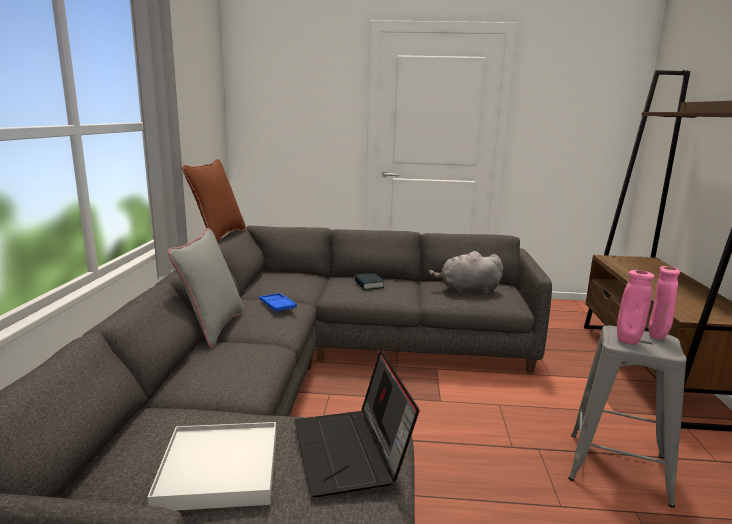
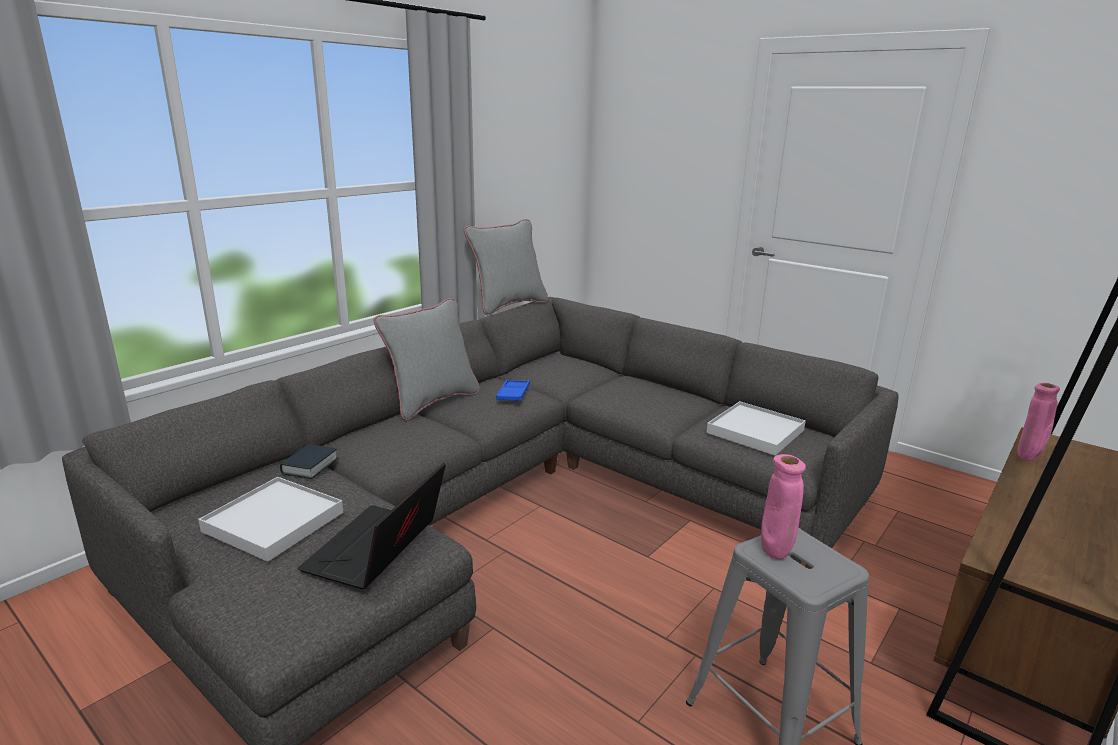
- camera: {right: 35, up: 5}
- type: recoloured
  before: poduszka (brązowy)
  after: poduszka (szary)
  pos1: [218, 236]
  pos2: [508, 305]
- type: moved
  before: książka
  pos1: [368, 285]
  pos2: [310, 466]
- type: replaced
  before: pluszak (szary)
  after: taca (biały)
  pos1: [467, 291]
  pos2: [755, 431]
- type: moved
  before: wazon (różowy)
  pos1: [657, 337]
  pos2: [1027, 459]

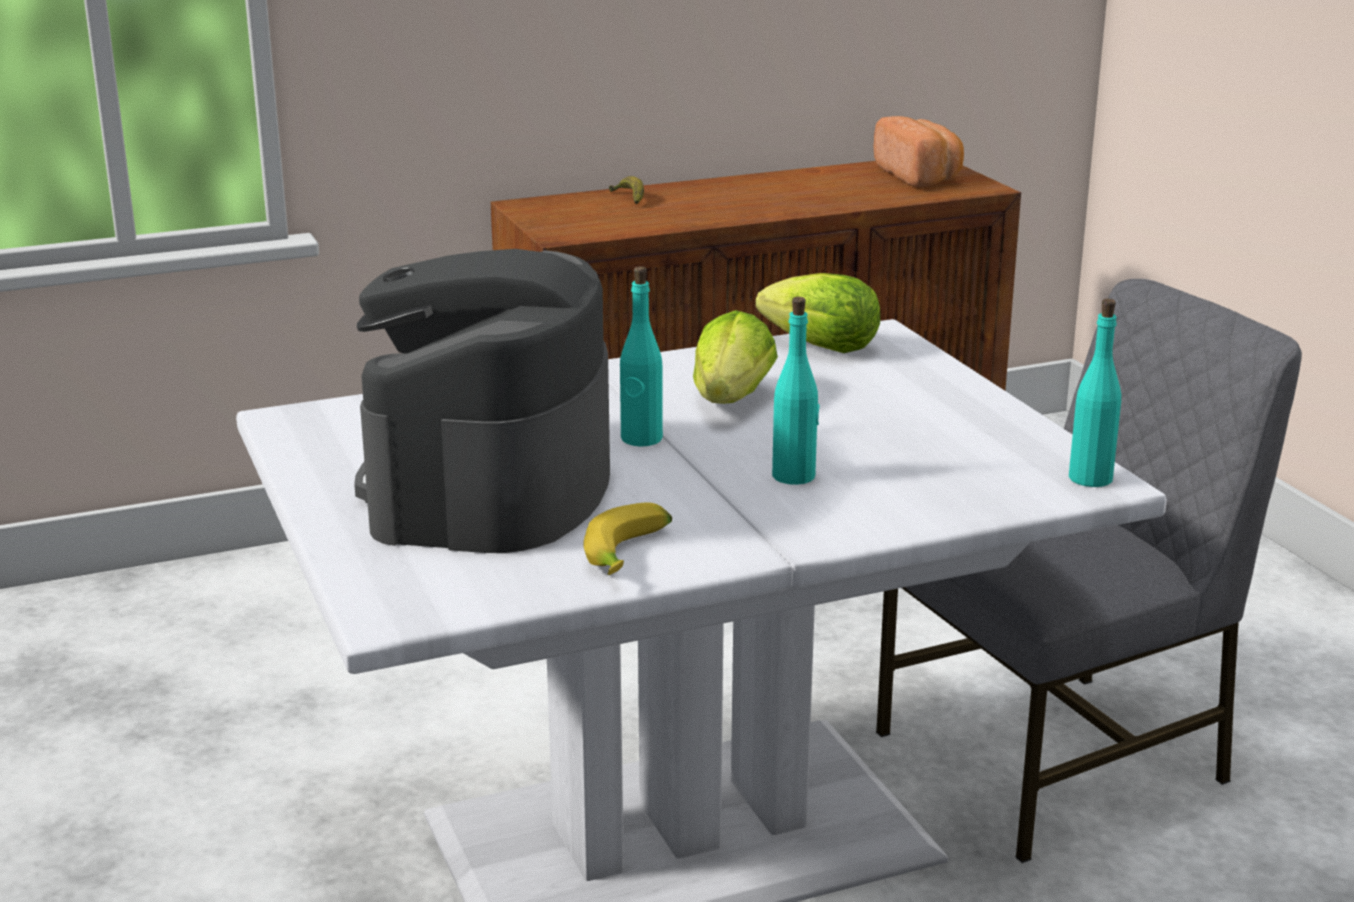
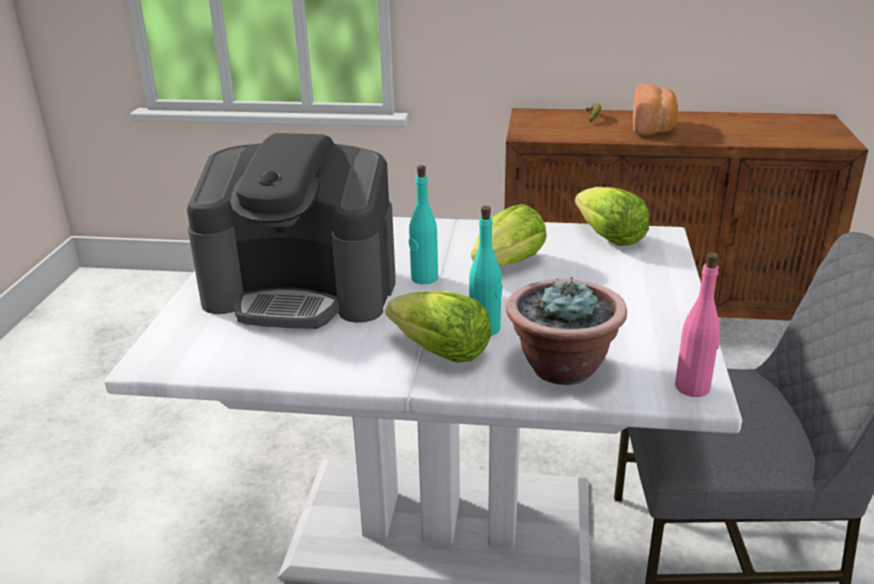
- camera: {right: 30, up: 5}
- type: turned
  before: ekspres do kawy
  pos1: [489, 487]
  pos2: [303, 290]
  turn: -120
- type: removed
  before: banan
  pos1: [631, 556]
- type: moved
  before: chleb
  pos1: [920, 176]
  pos2: [653, 127]
- type: recoloured
  before: butelka (turkusowy)
  after: butelka (różowy)
  pos1: [1091, 478]
  pos2: [693, 387]
- type: added
  after: sałata
  pos2: [441, 353]
- type: added
  after: roślina doniczkowa
  pos2: [561, 367]

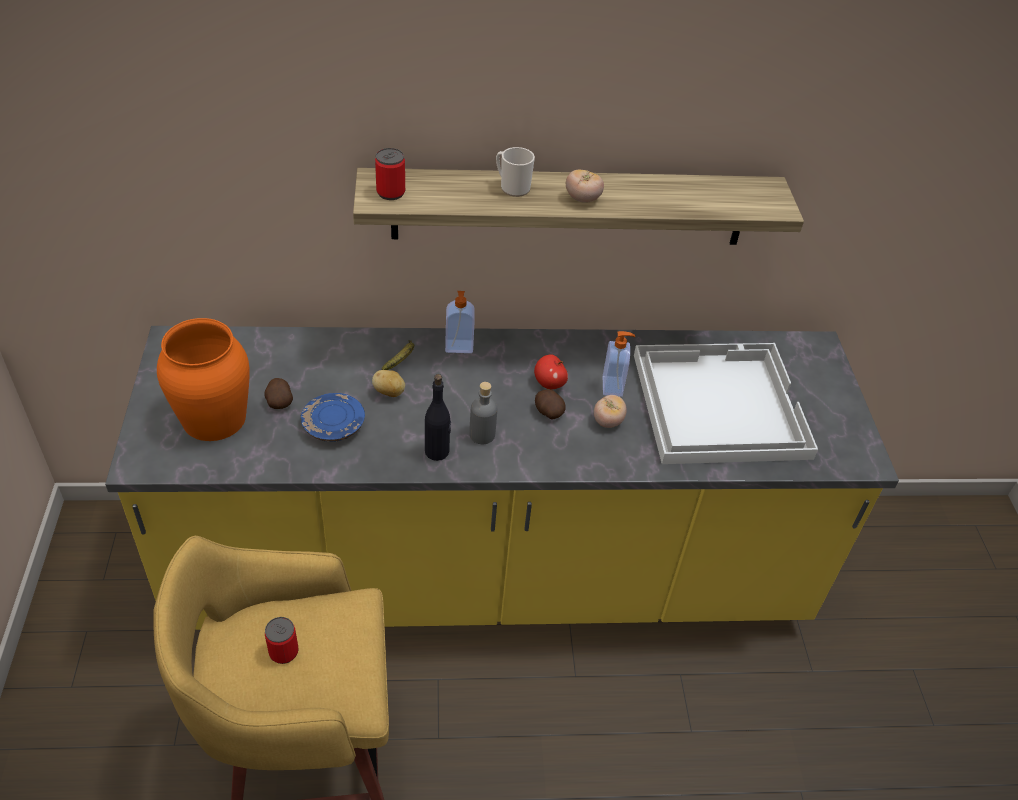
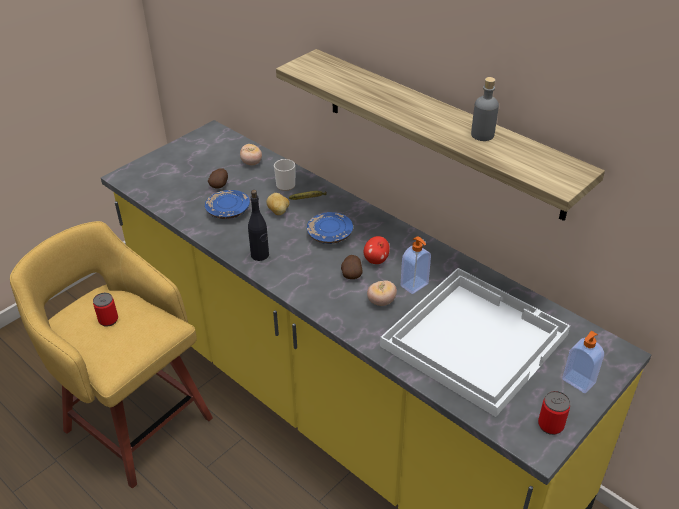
- camera: {right: 50, up: -5}
- type: removed
  before: wazon (pomarańczowy)
  pos1: [213, 418]
- type: moved
  before: puszka
  pos1: [390, 193]
  pos2: [550, 425]
- type: moved
  before: dozownik mydła
  pos1: [459, 347]
  pos2: [577, 382]
- type: moved
  before: butelka (szary)
  pos1: [482, 435]
  pos2: [482, 135]
- type: moved
  before: kubek
  pos1: [512, 187]
  pos2: [285, 184]
- type: moved
  before: pomidor
  pos1: [582, 199]
  pos2: [251, 163]
- type: added
  after: talerz (niebieski)
  pos2: [329, 235]

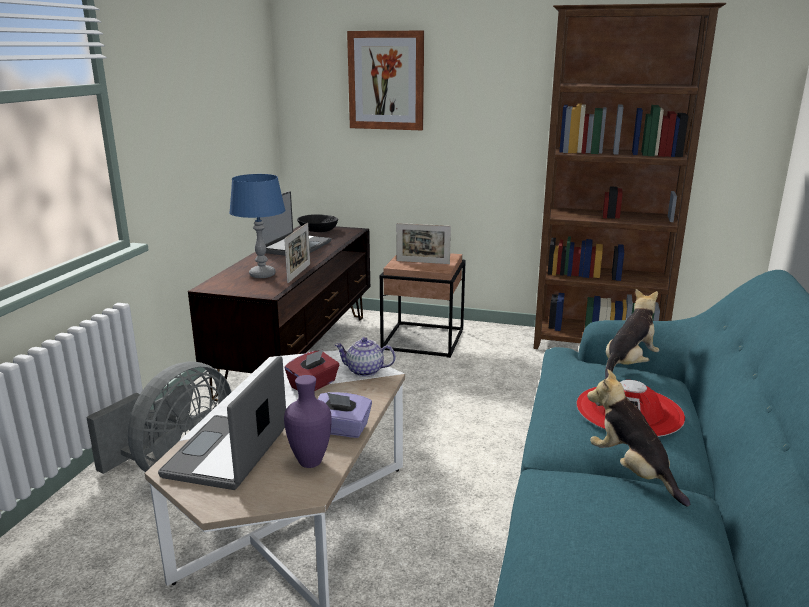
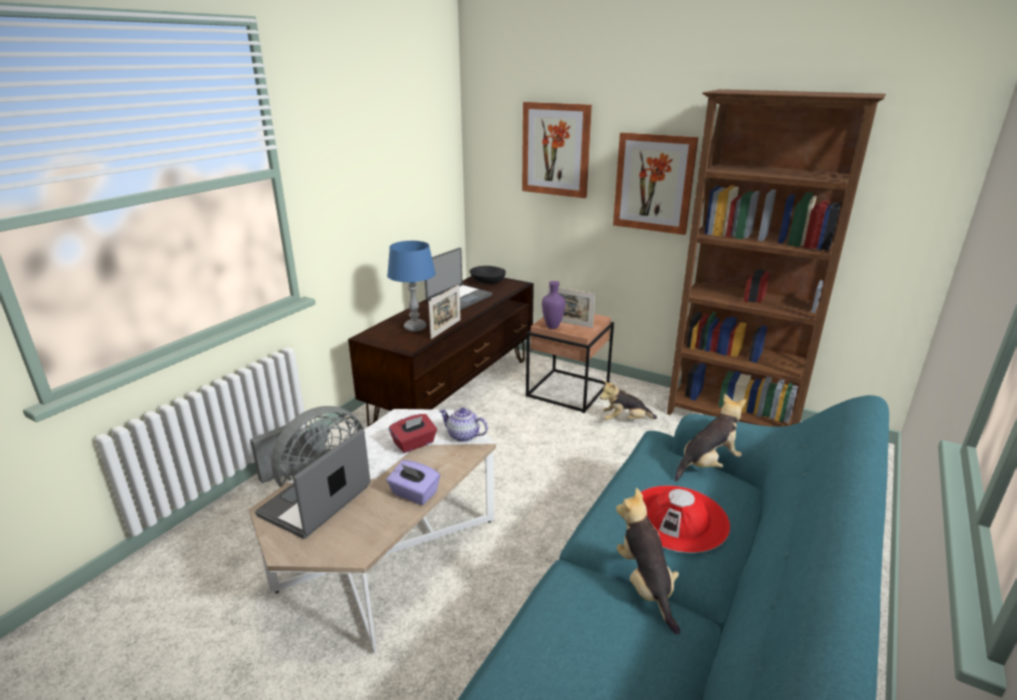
- camera: {right: 15, up: 5}
- type: moved
  before: wazon (fioletowy)
  pos1: [311, 462]
  pos2: [553, 327]
- type: added
  after: pluszak
  pos2: [625, 420]
- type: added
  after: obraz
  pos2: [654, 183]

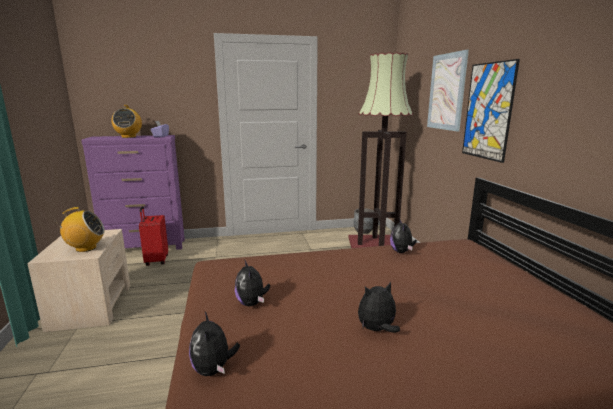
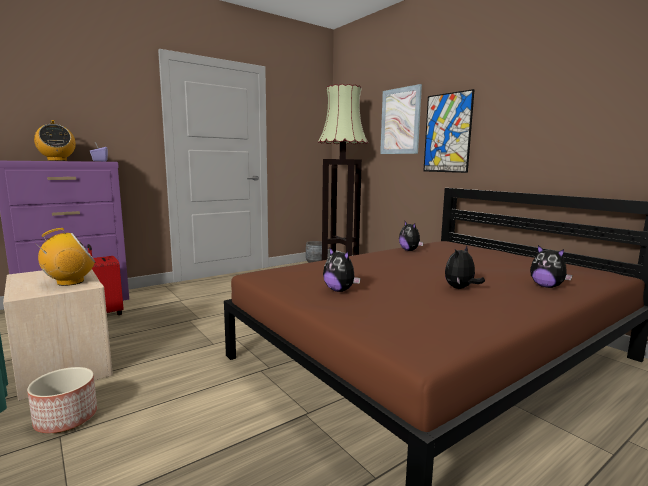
- camera: {right: -25, up: -5}
- type: moved
  before: pluszak
  pos1: [213, 369]
  pos2: [547, 286]
- type: added
  after: donica
  pos2: [67, 418]

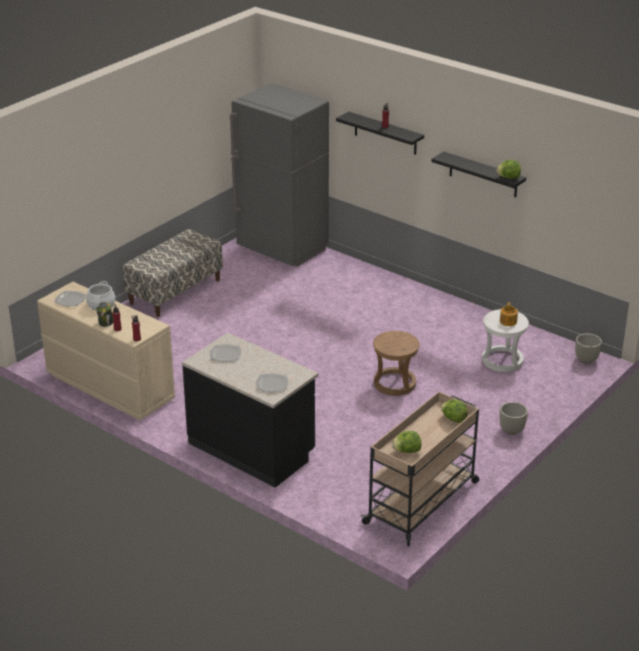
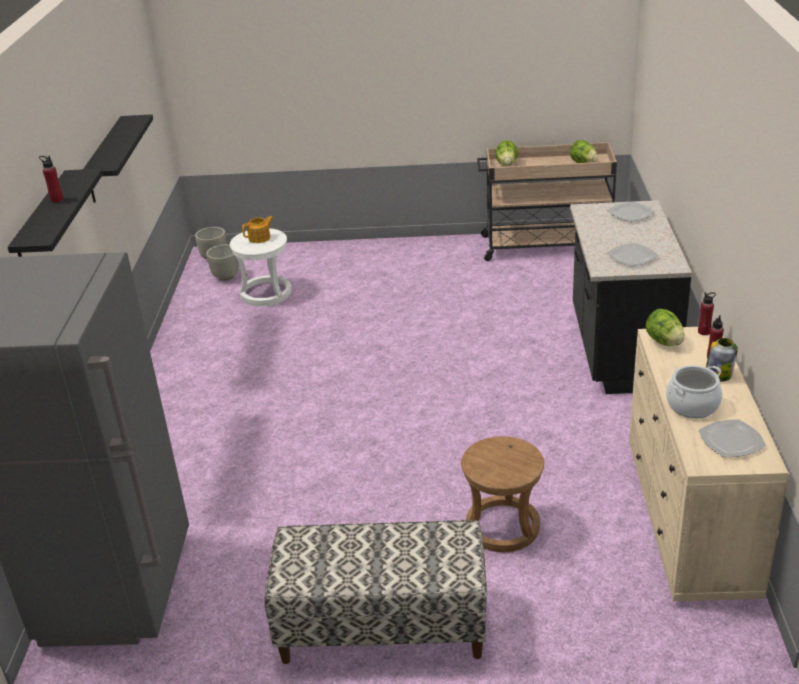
- camera: {right: -125, up: 0}
- type: moved
  before: stołek (brązowy)
  pos1: [394, 383]
  pos2: [503, 527]
- type: moved
  before: sałata
  pos1: [508, 178]
  pos2: [664, 342]
- type: moved
  before: donica (szary)
  pos1: [511, 430]
  pos2: [225, 277]

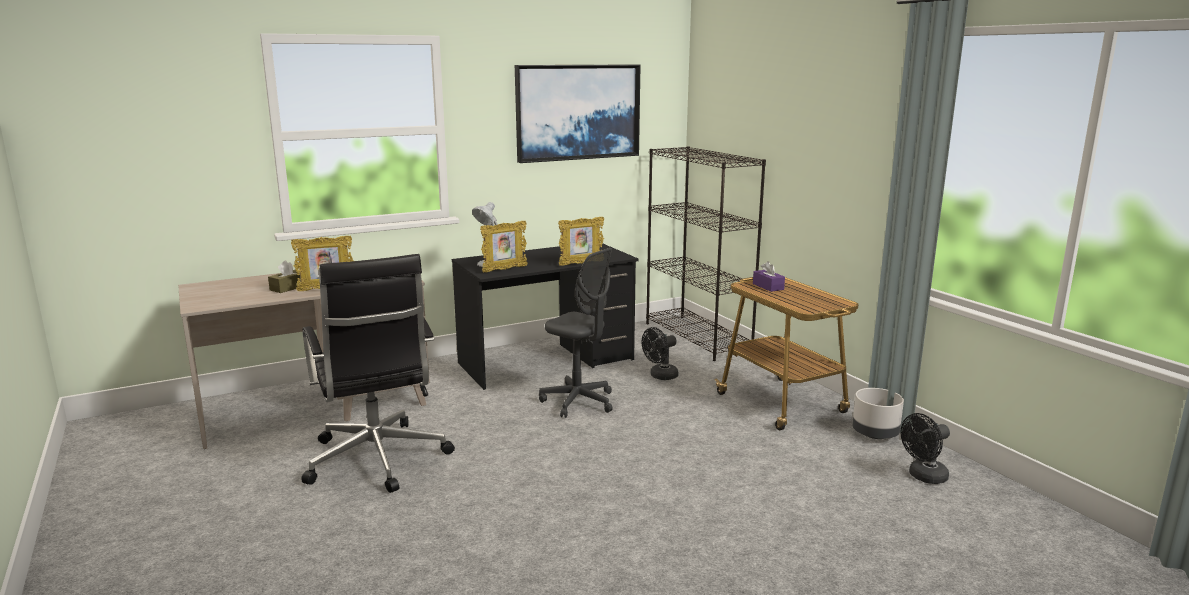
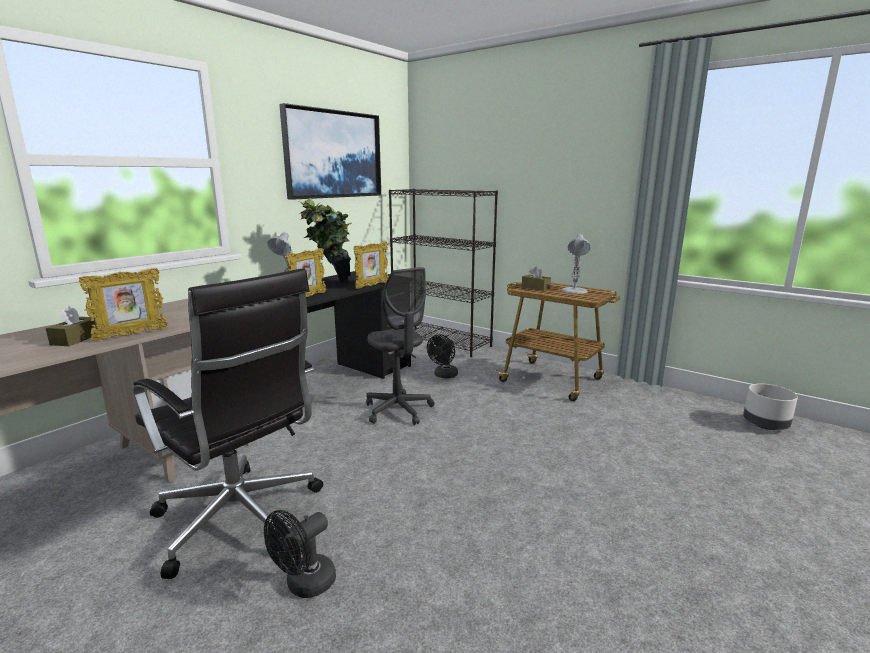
- camera: {right: -25, up: 0}
- type: turned
  before: krzesło biurowe (szary)
  pos1: [578, 402]
  pos2: [398, 410]
  turn: 45
- type: recoloured
  before: pudełko chusteczek (fioletowy)
  after: pudełko chusteczek (brązowy)
  pos1: [768, 286]
  pos2: [535, 287]
- type: moved
  before: donica (szary)
  pos1: [875, 434]
  pos2: [765, 425]
- type: moved
  before: wentylator (czarny)
  pos1: [923, 477]
  pos2: [304, 585]
- type: added
  after: roślina doniczkowa
  pos2: [331, 284]
- type: added
  after: lampa stołowa (biały)
  pos2: [574, 291]

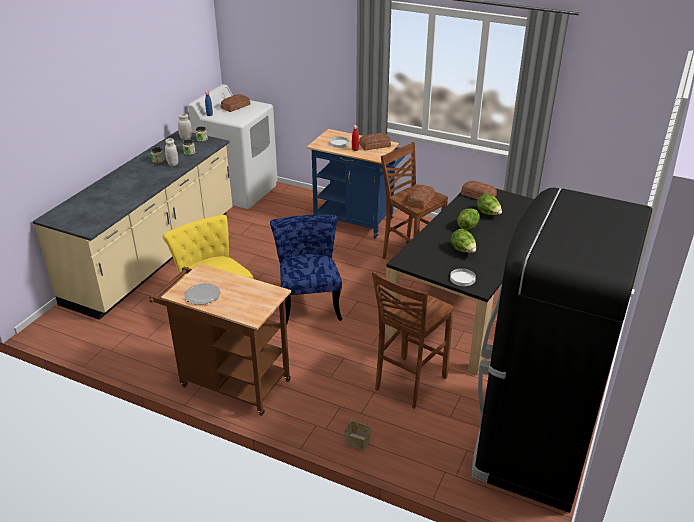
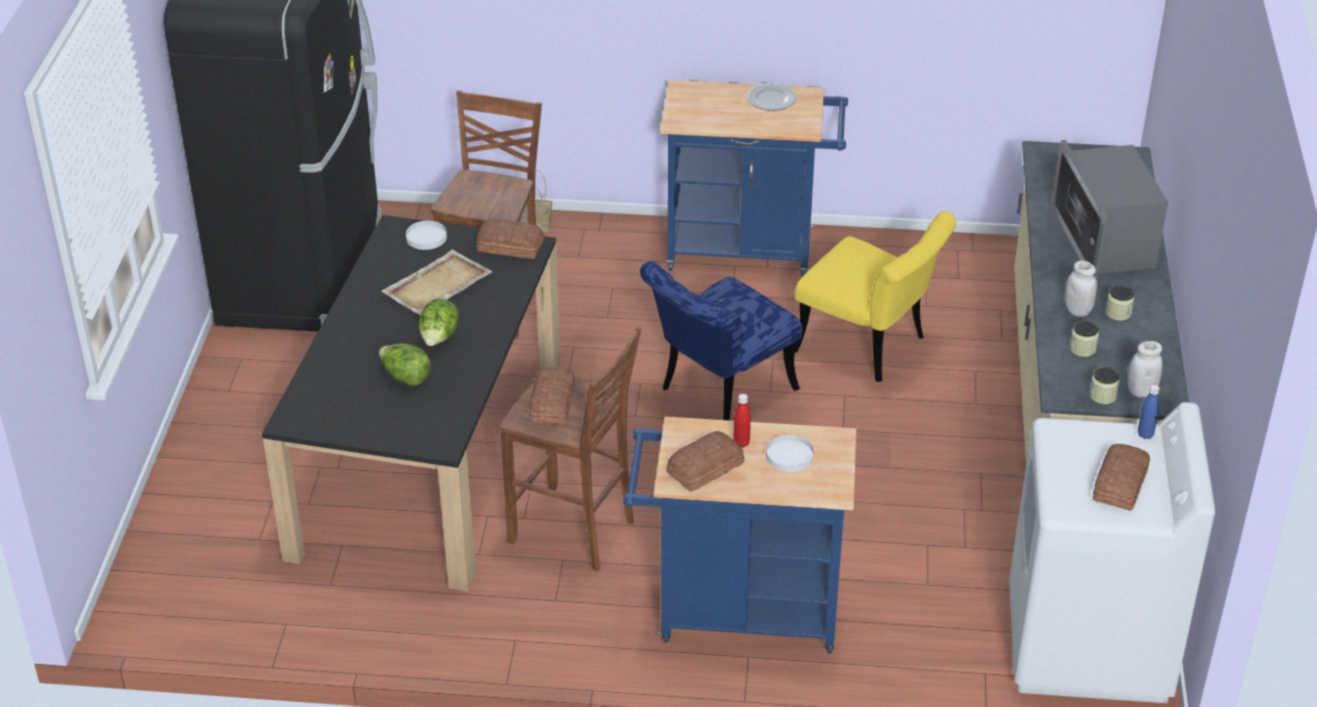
- camera: {right: 160, up: 5}
- type: recoloured
  before: wózek (brązowy)
  after: wózek (niebieski)
  pos1: [229, 382]
  pos2: [750, 250]
- type: turned
  before: krzesło (niebieski)
  pos1: [309, 302]
  pos2: [718, 392]
  turn: 75
- type: replaced
  before: sałata
  after: taca (beżowy)
  pos1: [463, 251]
  pos2: [436, 286]
- type: moved
  before: chleb
  pos1: [478, 195]
  pos2: [510, 247]
- type: added
  after: mikrofalówka
  pos2: [1104, 241]

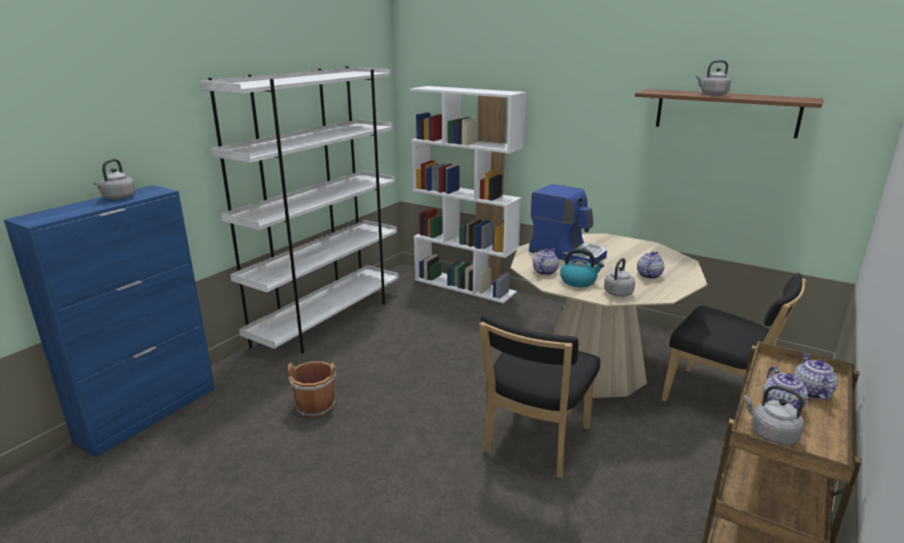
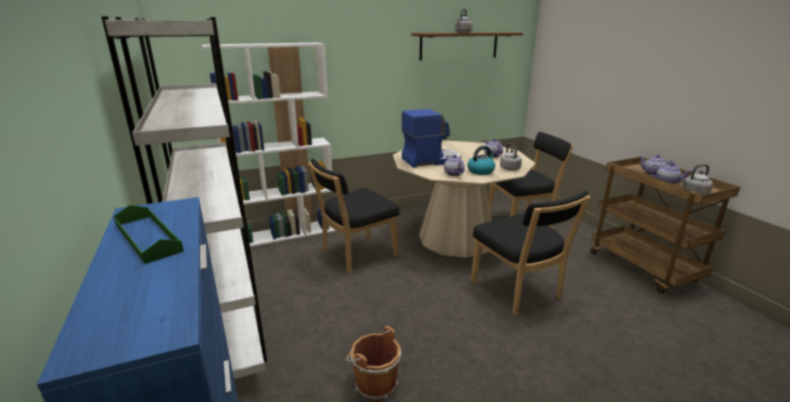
- camera: {right: -55, up: 0}
- type: replaced
  before: czajnik (szary)
  after: taca (zielony)
  pos1: [118, 198]
  pos2: [147, 237]
- type: added
  after: krzesło (czarny)
  pos2: [356, 255]

